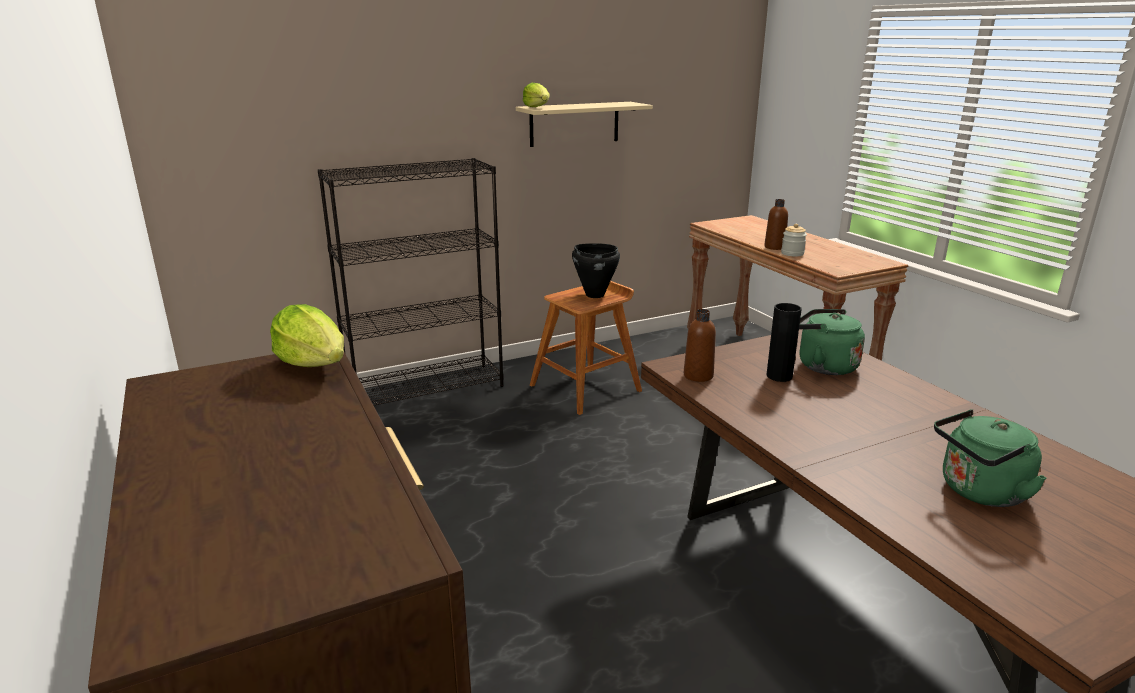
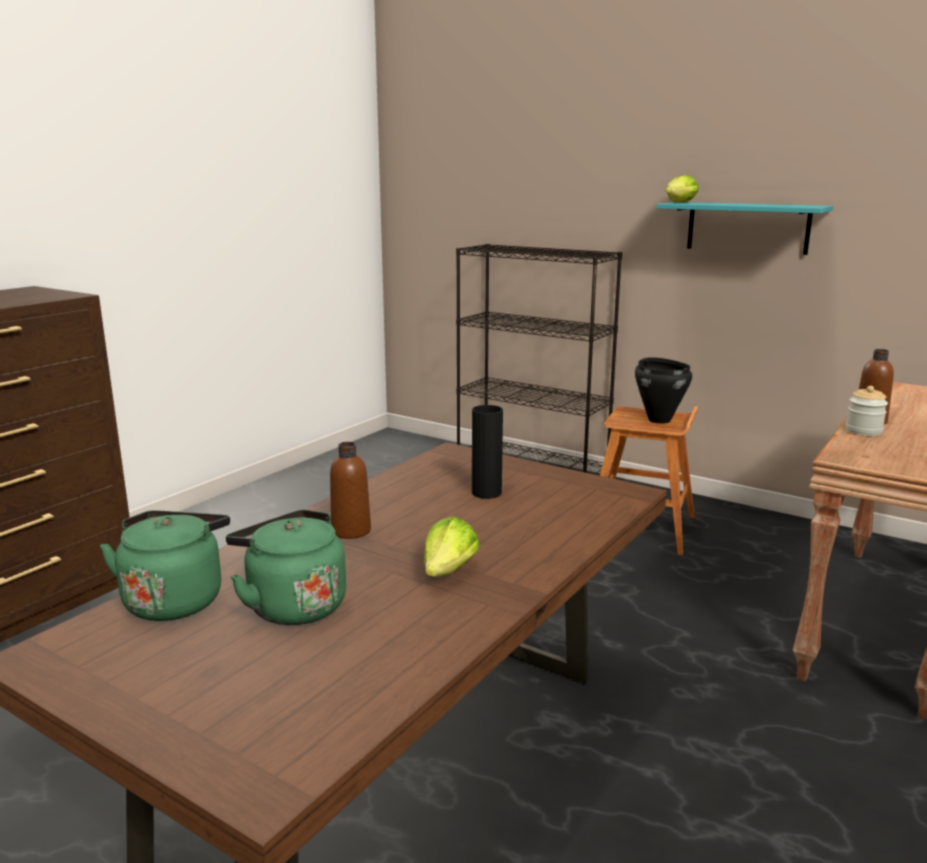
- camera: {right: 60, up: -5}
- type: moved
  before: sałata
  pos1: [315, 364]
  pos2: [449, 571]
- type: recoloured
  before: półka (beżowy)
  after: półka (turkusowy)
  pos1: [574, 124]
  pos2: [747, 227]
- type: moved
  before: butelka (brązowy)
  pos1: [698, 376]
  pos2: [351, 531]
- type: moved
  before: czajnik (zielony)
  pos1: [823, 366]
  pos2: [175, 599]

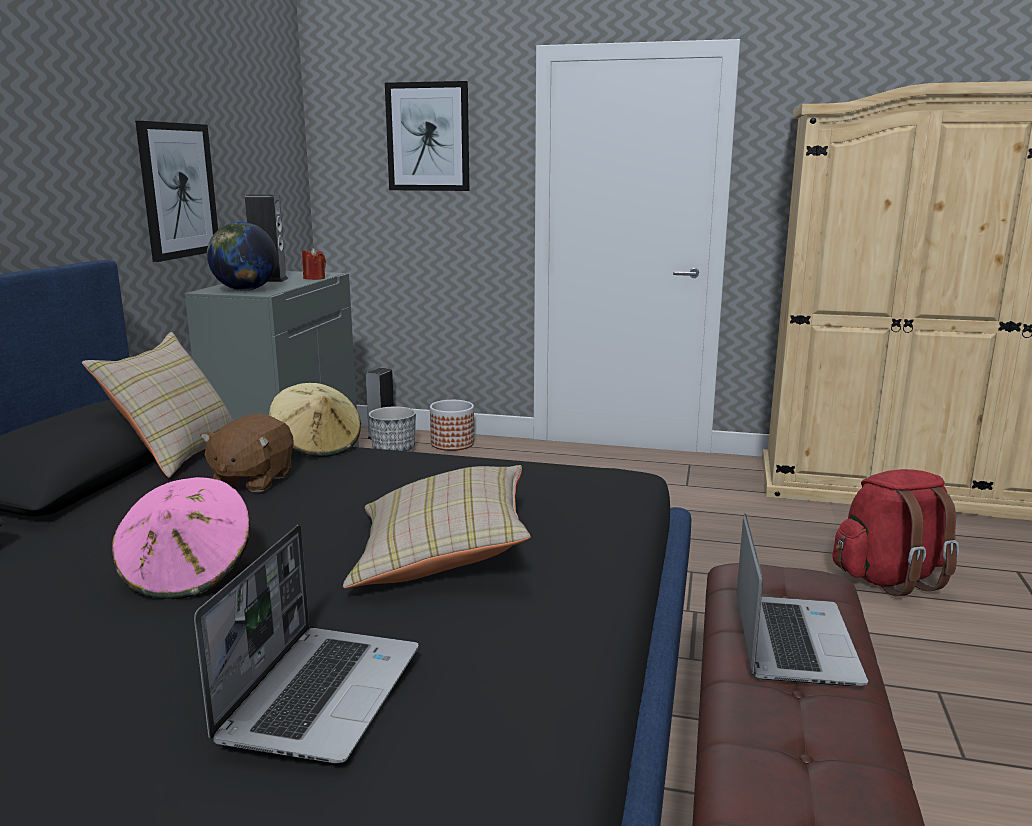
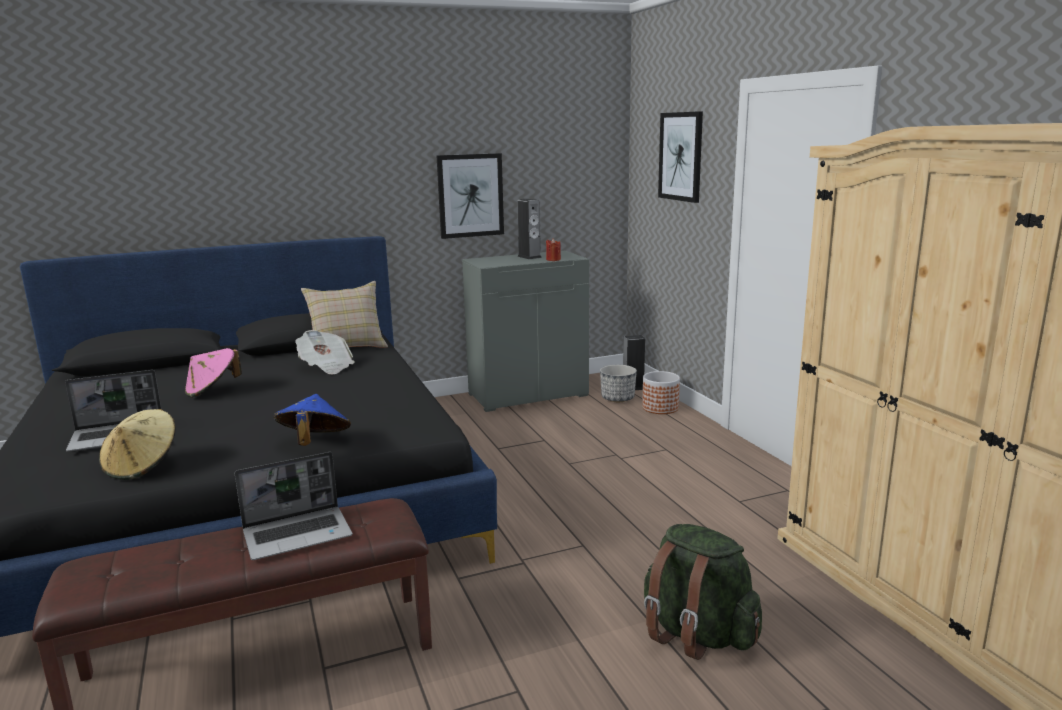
- camera: {right: 55, up: 0}
- type: replaced
  before: pluszak (brązowy)
  after: gazeta
  pos1: [252, 480]
  pos2: [326, 366]
- type: removed
  before: globus
  pos1: [245, 290]
- type: moved
  before: kapelusz (beżowy)
  pos1: [317, 446]
  pos2: [142, 466]
- type: removed
  before: poduszka (beżowy)
  pos1: [441, 556]
- type: recoloured
  before: plecak (czerwony)
  after: plecak (zielony)
  pos1: [890, 578]
  pos2: [696, 634]
- type: added
  after: kapelusz (niebieski)
  pos2: [314, 443]

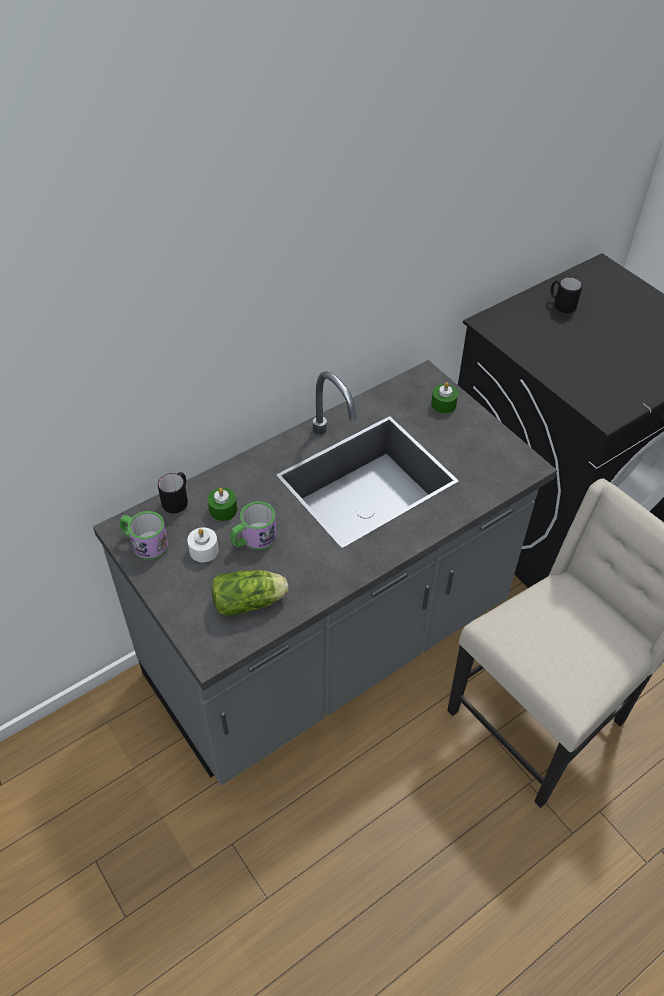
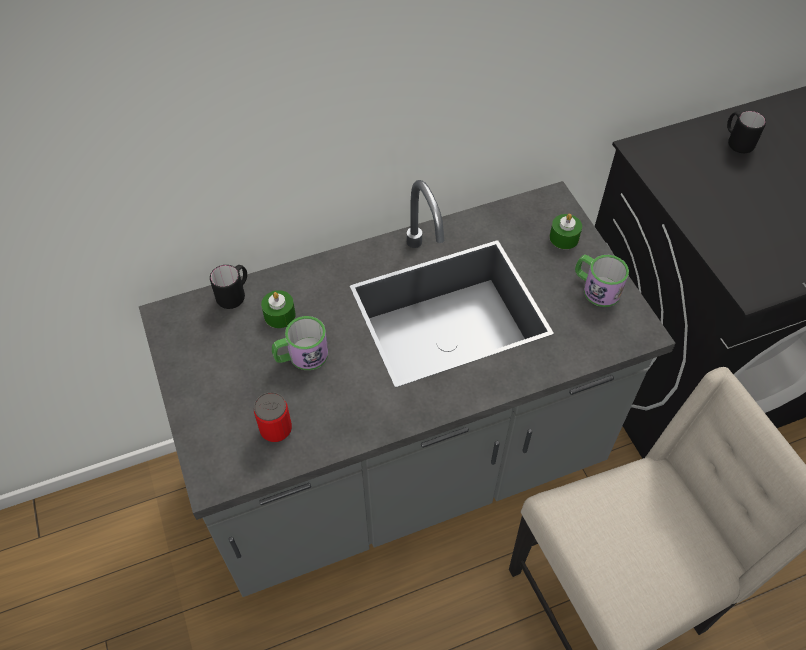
- camera: {right: 15, up: 5}
- type: moved
  before: kubek
  pos1: [145, 543]
  pos2: [596, 288]
- type: removed
  before: świeca (biały)
  pos1: [204, 550]
- type: replaced
  before: sałata
  after: puszka
  pos1: [251, 602]
  pos2: [276, 429]

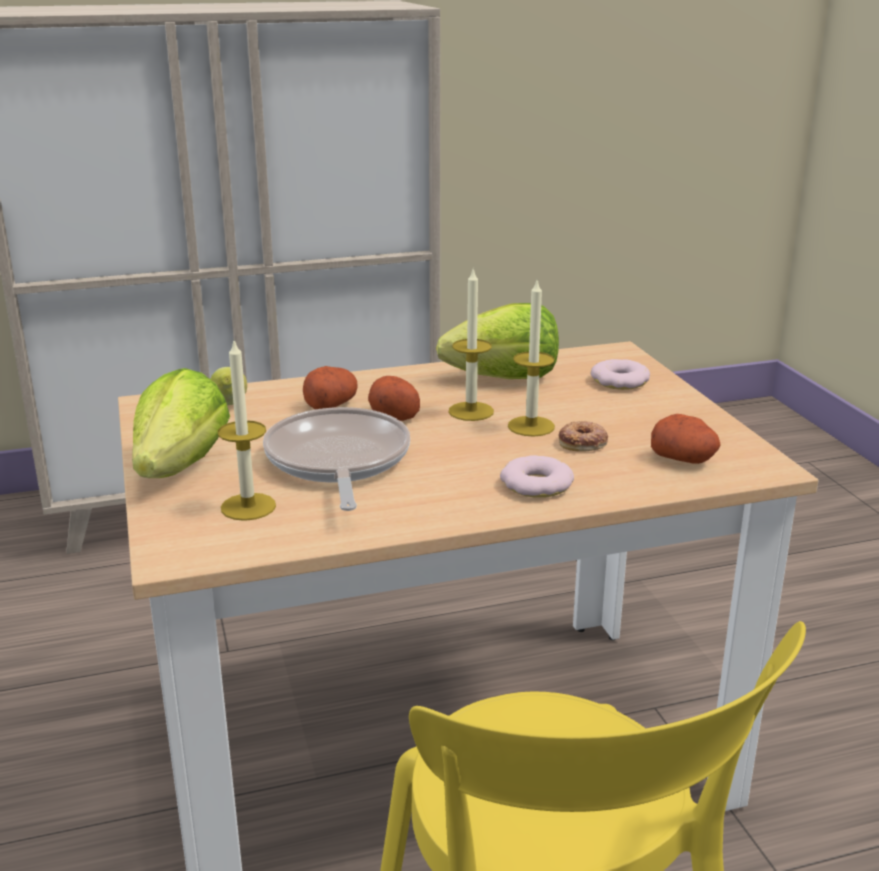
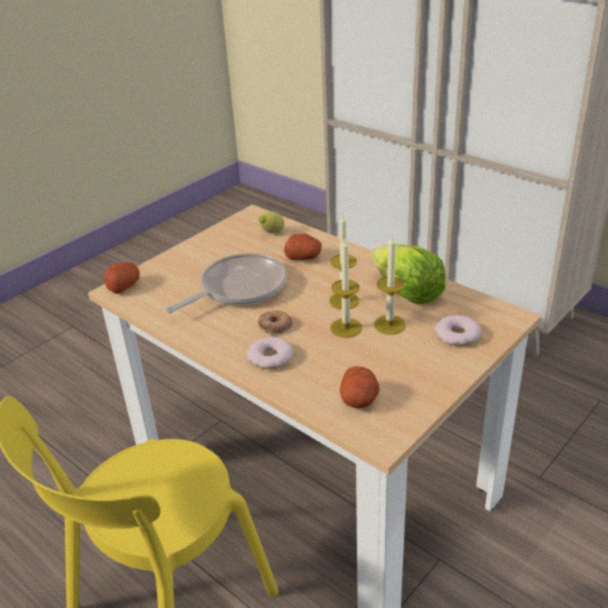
- camera: {right: 60, up: 10}
- type: removed
  before: sałata
  pos1: [180, 467]
- type: moved
  before: świeca
  pos1: [248, 507]
  pos2: [389, 325]
- type: moved
  before: ziemniak
  pos1: [392, 414]
  pos2: [123, 286]
- type: moved
  before: donut
  pos1: [583, 442]
  pos2: [275, 326]

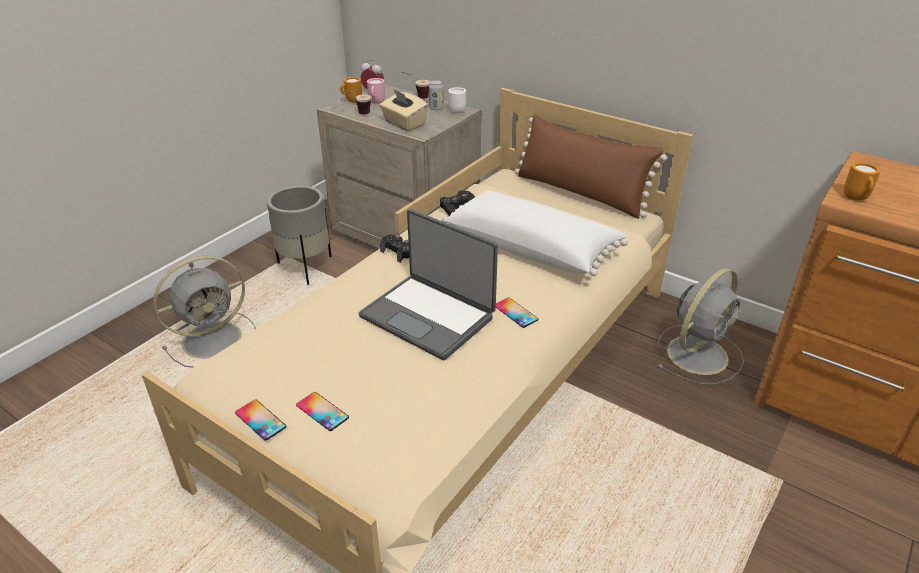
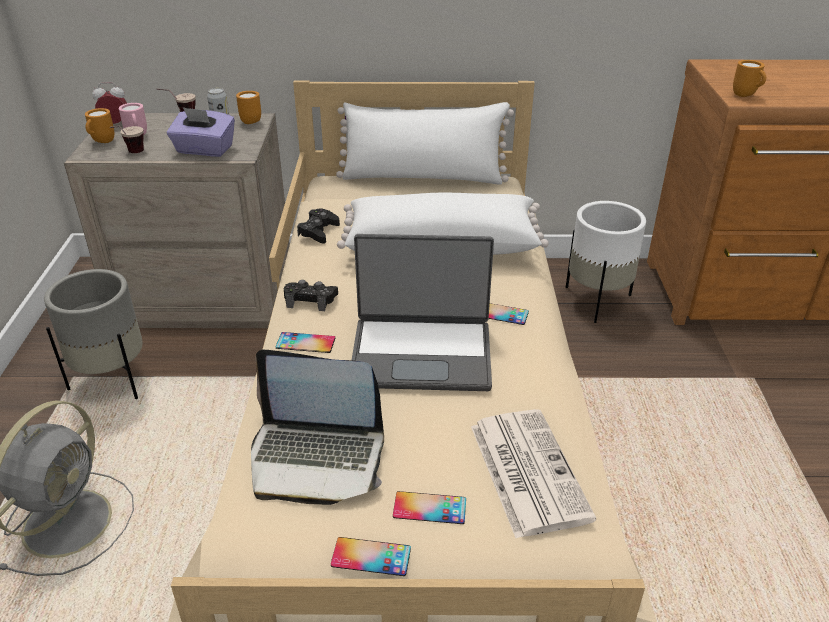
- camera: {right: -35, up: 0}
- type: recoloured
  before: pudełko chusteczek (beżowy)
  after: pudełko chusteczek (fioletowy)
  pos1: [404, 124]
  pos2: [204, 150]
- type: recoloured
  before: kubek (biały)
  after: kubek (pomarańczowy)
  pos1: [457, 111]
  pos2: [249, 121]
- type: recoloured
  before: poduszka (brązowy)
  after: poduszka (biały)
  pos1: [580, 193]
  pos2: [423, 177]
- type: replaced
  before: wentylator (szary)
  after: donica (biały)
  pos1: [698, 353]
  pos2: [596, 300]
- type: added
  after: laptop
  pos2: [316, 457]
- type: added
  after: telefon
  pos2: [305, 343]
- type: added
  after: gazeta
  pos2: [526, 470]

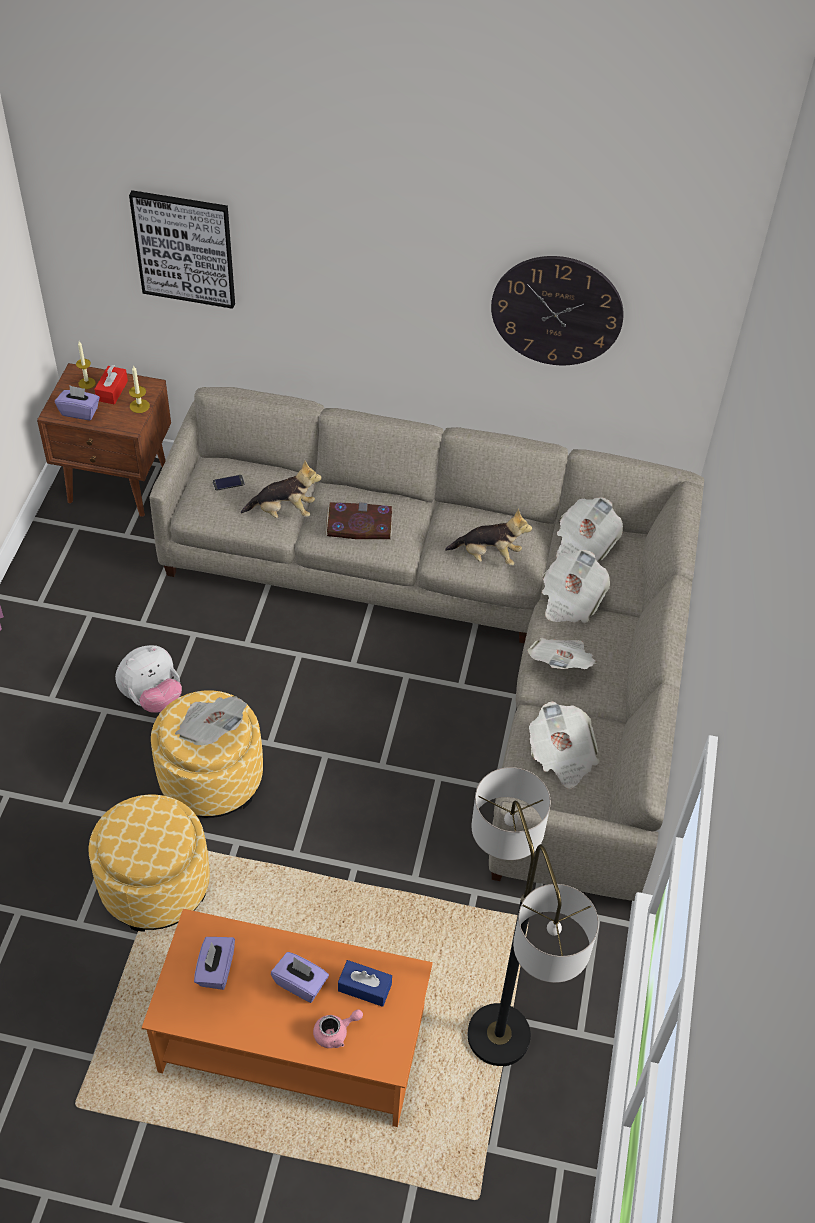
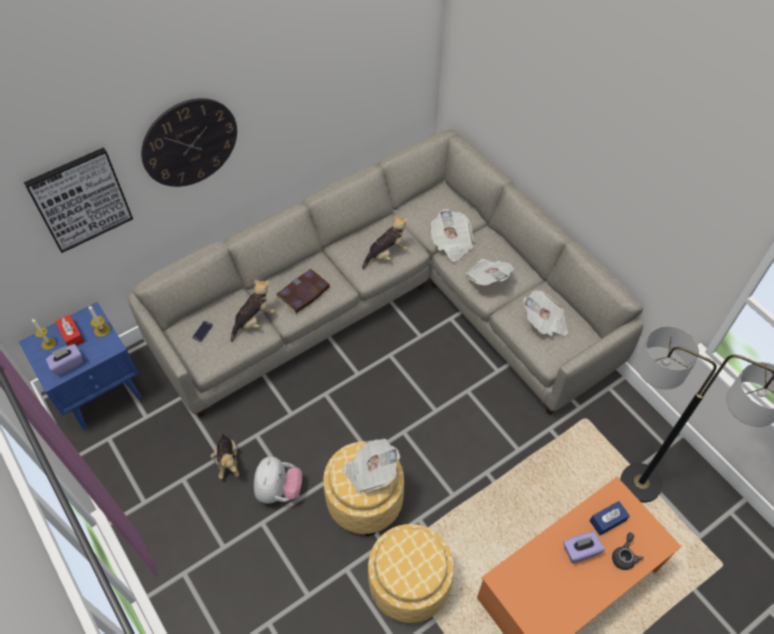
- camera: {right: -45, up: 5}
- type: recoloured
  before: szafka nocna (brązowy)
  after: szafka nocna (niebieski)
  pos1: [119, 484]
  pos2: [102, 392]
- type: removed
  before: pudełko chusteczek (fioletowy)
  pos1: [215, 970]
- type: recoloured
  before: imbryk (różowy)
  after: imbryk (szary)
  pos1: [336, 1032]
  pos2: [624, 556]
- type: moved
  before: zegar ścienny
  pos1: [557, 311]
  pos2: [189, 143]
- type: removed
  before: gazeta
  pos1: [584, 545]
- type: added
  after: pluszak
  pos2: [228, 461]

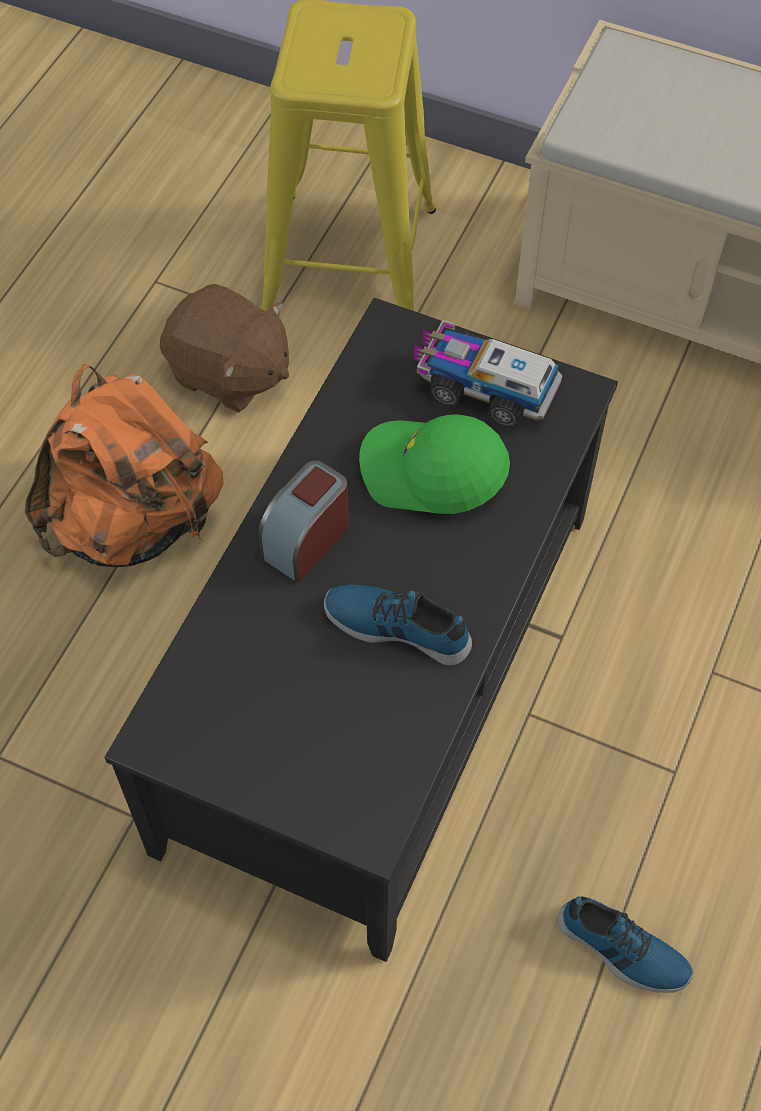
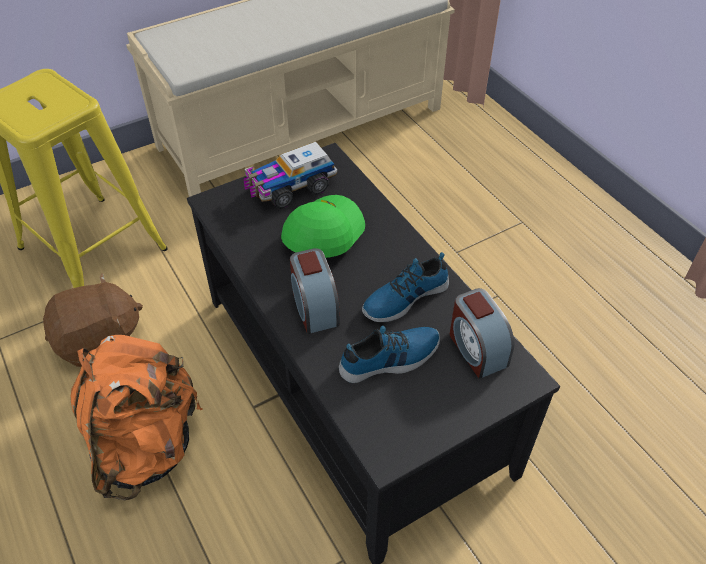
- camera: {right: -55, up: -10}
- type: turned
  before: czapka z daszkiem (zielony)
  pos1: [431, 473]
  pos2: [322, 234]
  turn: 150
- type: moved
  before: but
  pos1: [621, 950]
  pos2: [390, 359]
- type: added
  after: budzik
  pos2: [476, 348]

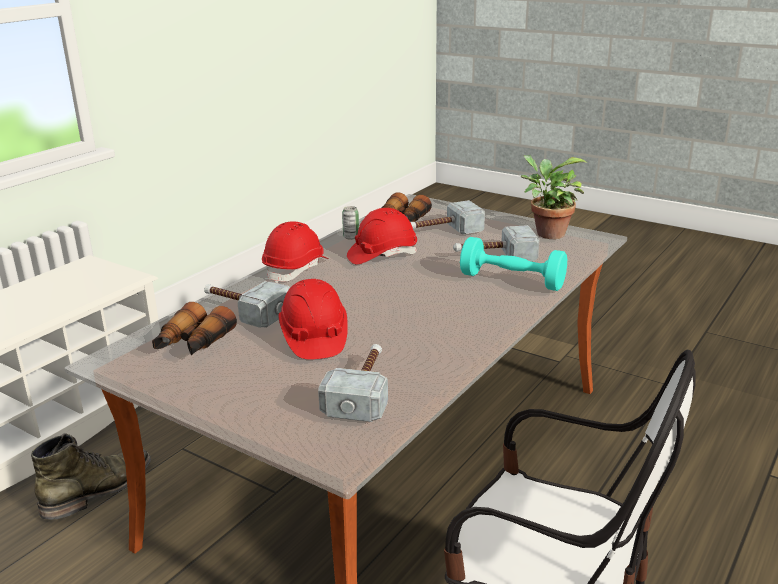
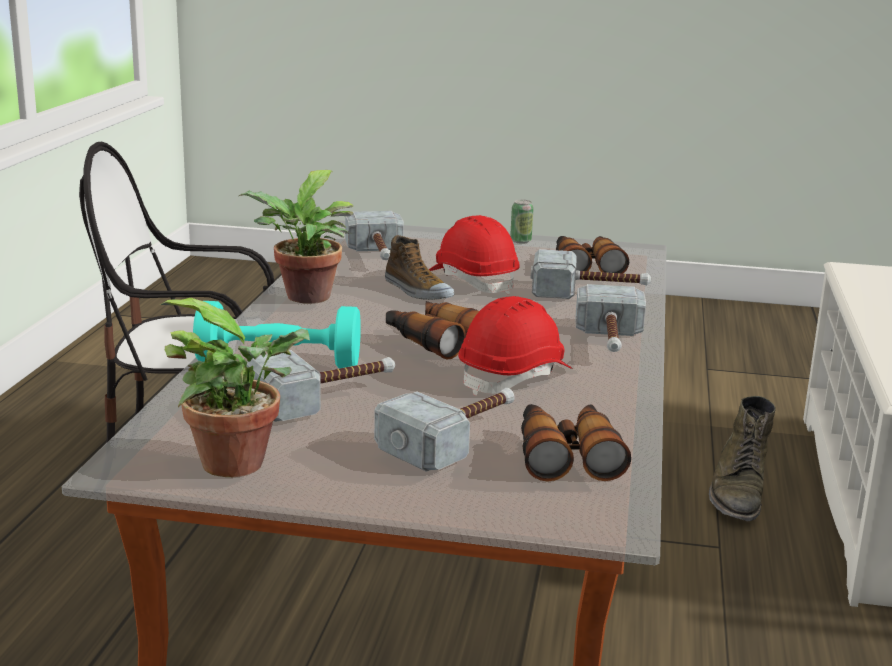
- camera: {right: 155, up: -5}
- type: replaced
  before: kask (czerwony)
  after: młotek
  pos1: [296, 269]
  pos2: [610, 342]
- type: moved
  before: puszka
  pos1: [351, 237]
  pos2: [520, 241]
- type: added
  after: roślina doniczkowa
  pos2: [304, 298]
- type: added
  after: but
  pos2: [417, 291]
- type: added
  after: lornetka
  pos2: [436, 341]

